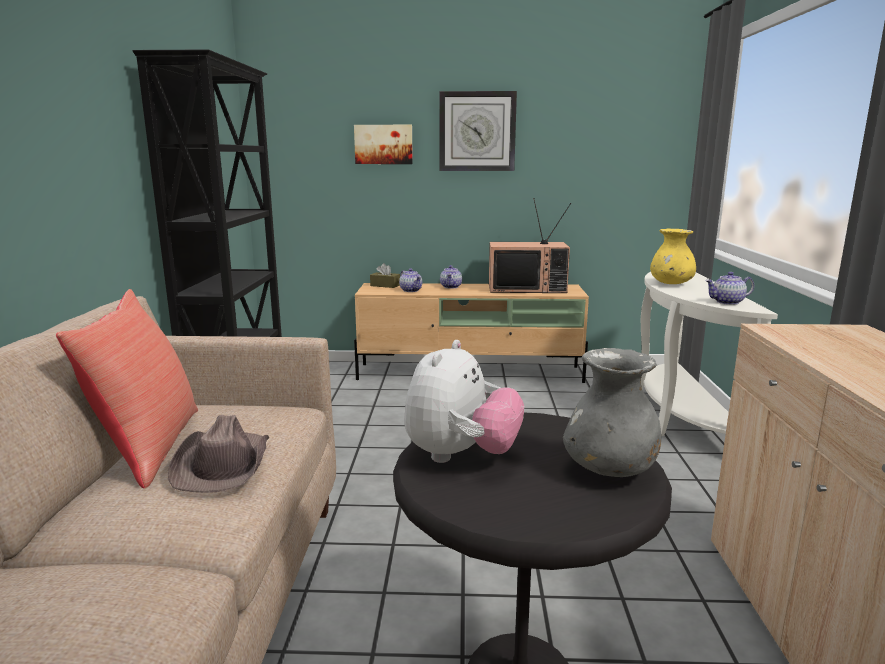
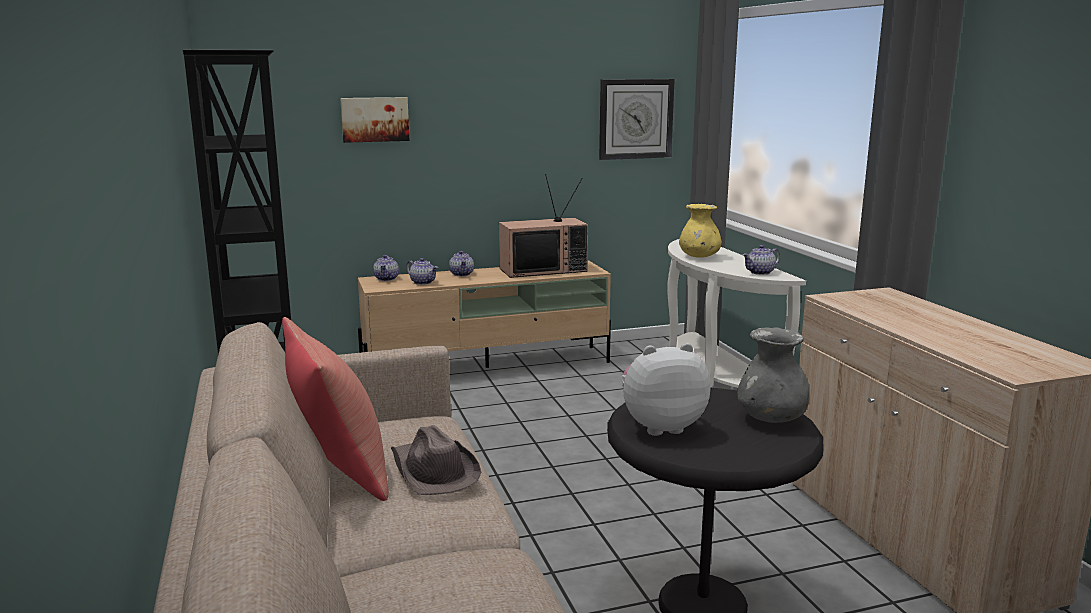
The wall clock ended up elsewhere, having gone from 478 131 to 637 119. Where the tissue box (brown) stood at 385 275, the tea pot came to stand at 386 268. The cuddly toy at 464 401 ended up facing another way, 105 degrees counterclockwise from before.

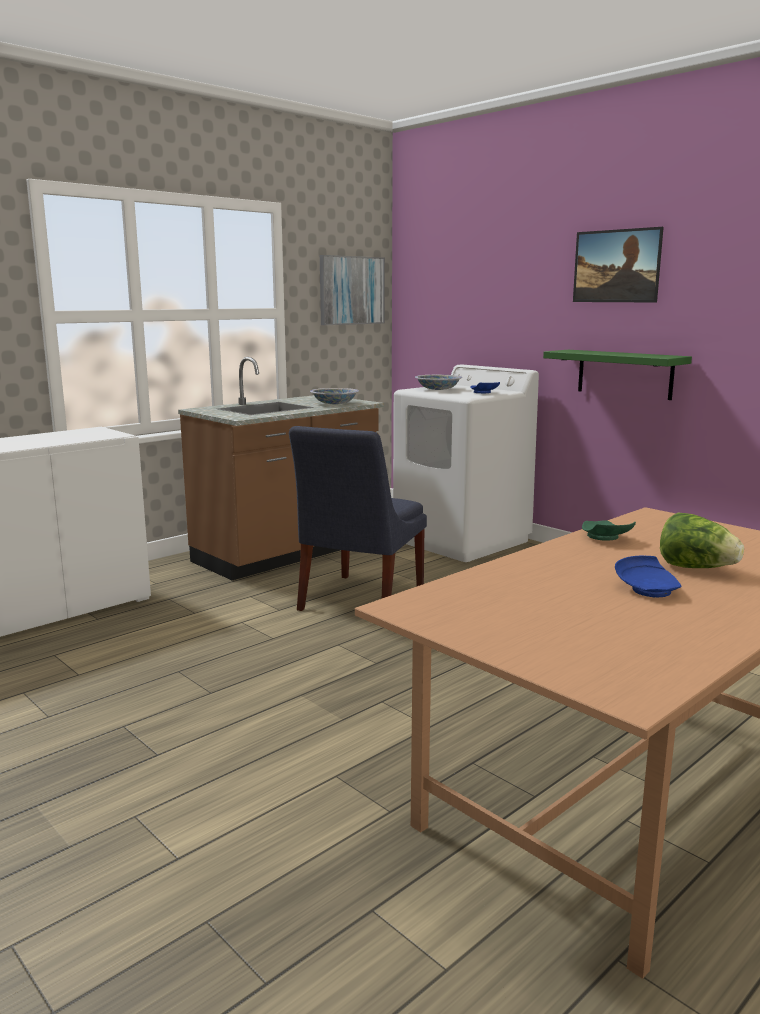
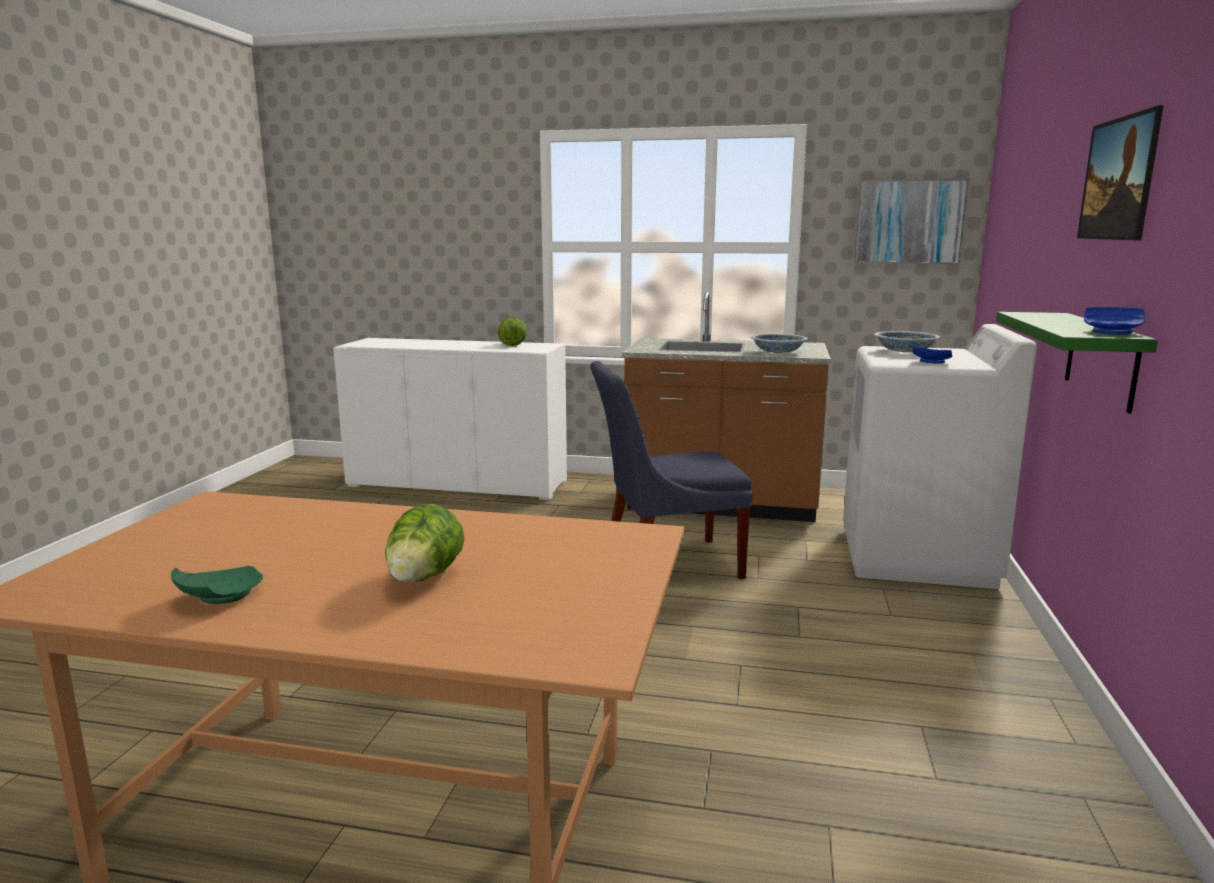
The dinner plate (green) ended up elsewhere, having gone from 609 530 to 217 585. The dinner plate (blue-coloured) ended up elsewhere, having gone from 648 576 to 1114 321. The second view gained the lettuce at 512 332.

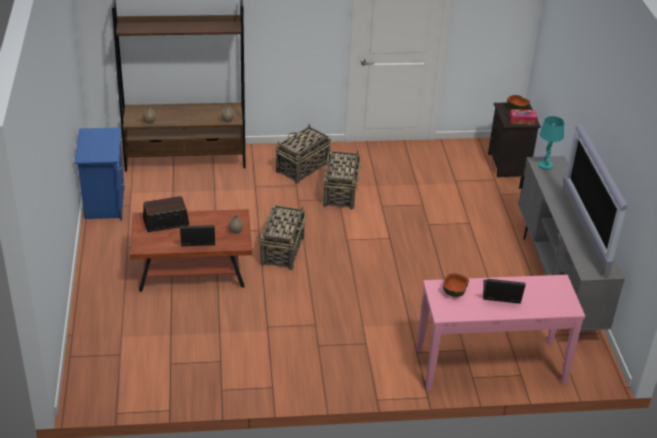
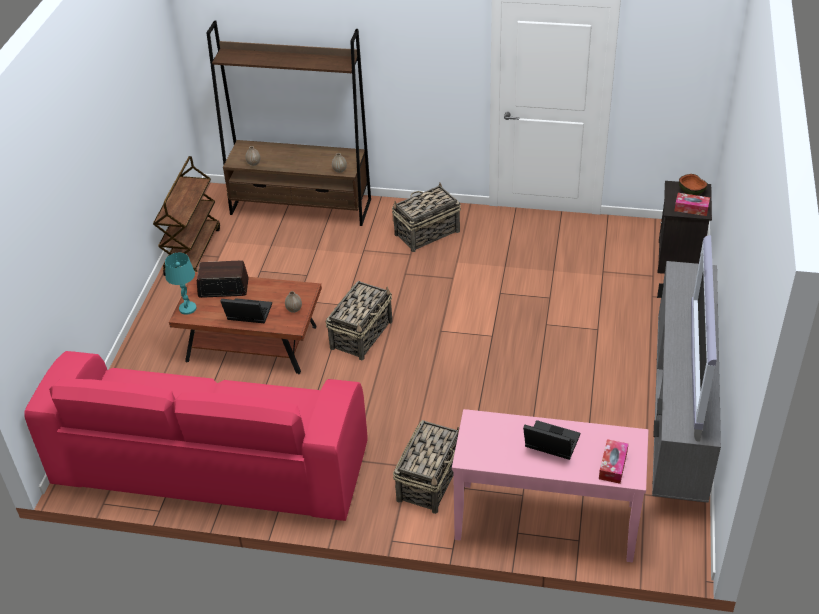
The lamp for a table (turquoise-coloured) ended up elsewhere, having gone from 551 143 to 181 284. Where the bedside table (blue-coloured) stood at 99 174, the cart (brown) came to stand at 186 216. The basket ended up elsewhere, having gone from 342 180 to 426 467. The second view lost the serving bowl at 456 285. The second view gained the settee (pink-coloured) at 196 436. The second view gained the tissue box at 613 461.

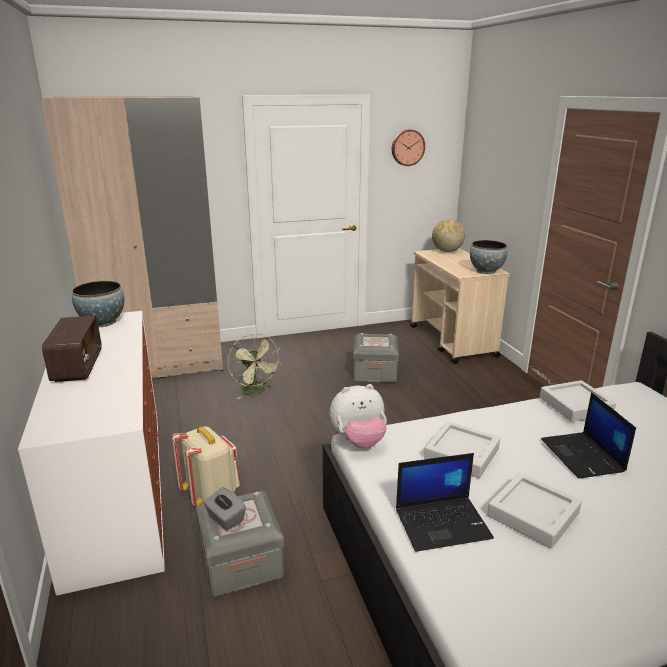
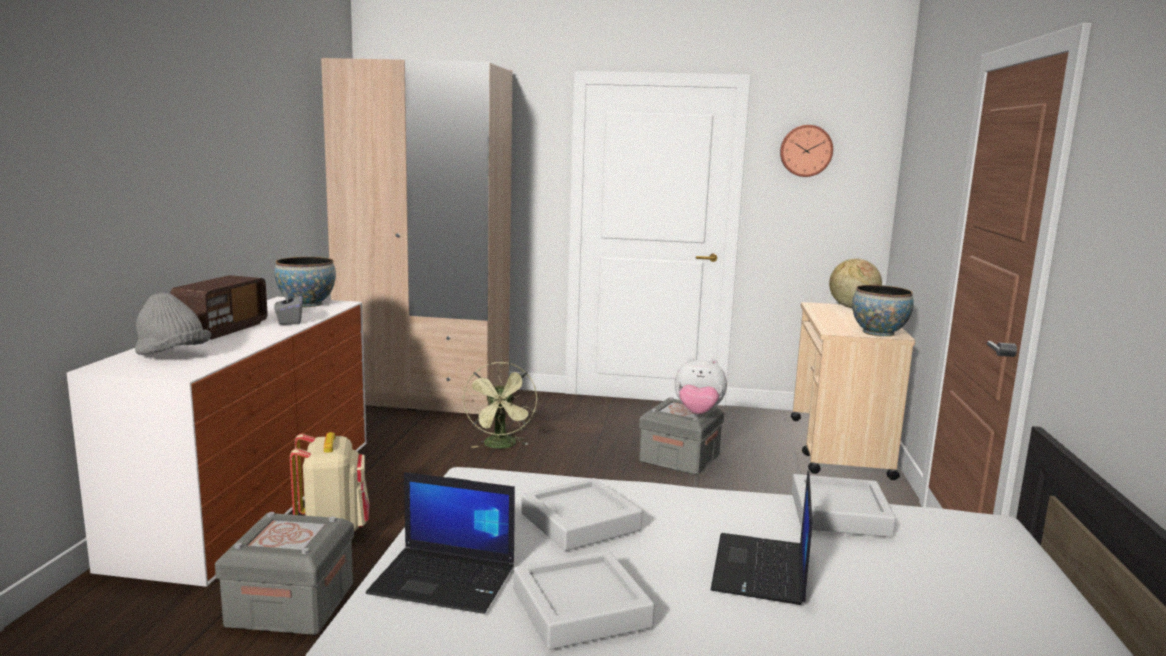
The cuddly toy ended up elsewhere, having gone from 358 416 to 701 385. The tissue box (gray) ended up elsewhere, having gone from 225 508 to 288 307. The second view gained the hat (gray) at 173 324.

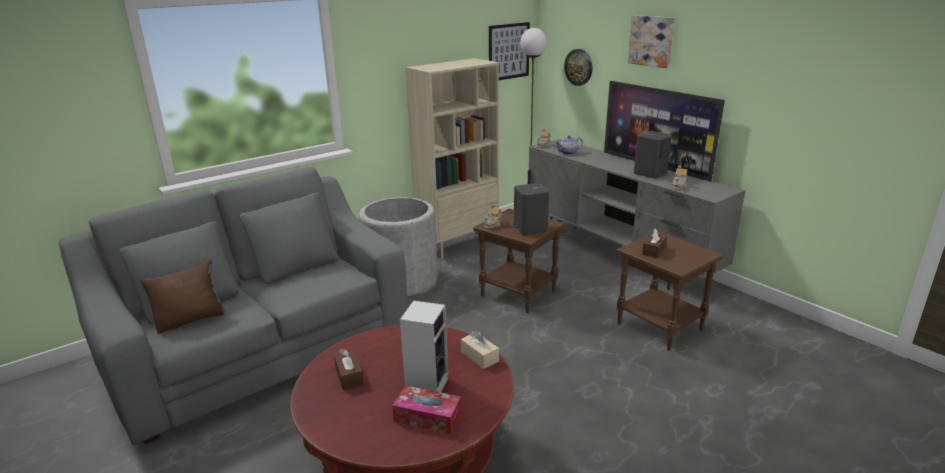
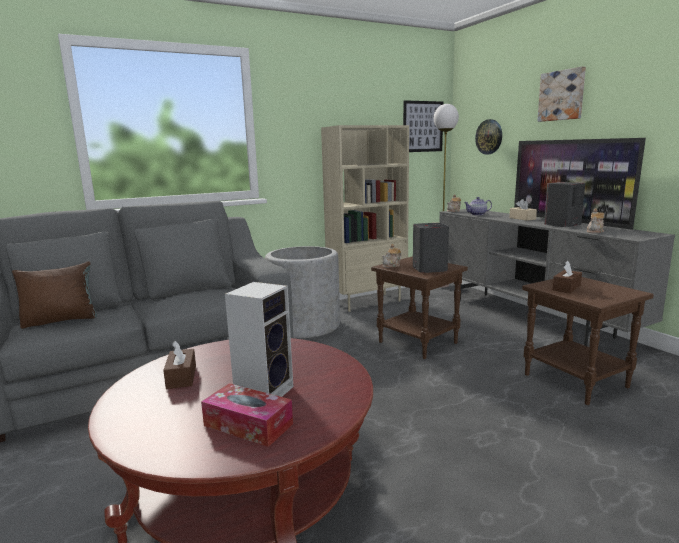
The tissue box (beige) ended up elsewhere, having gone from 480 349 to 523 210.

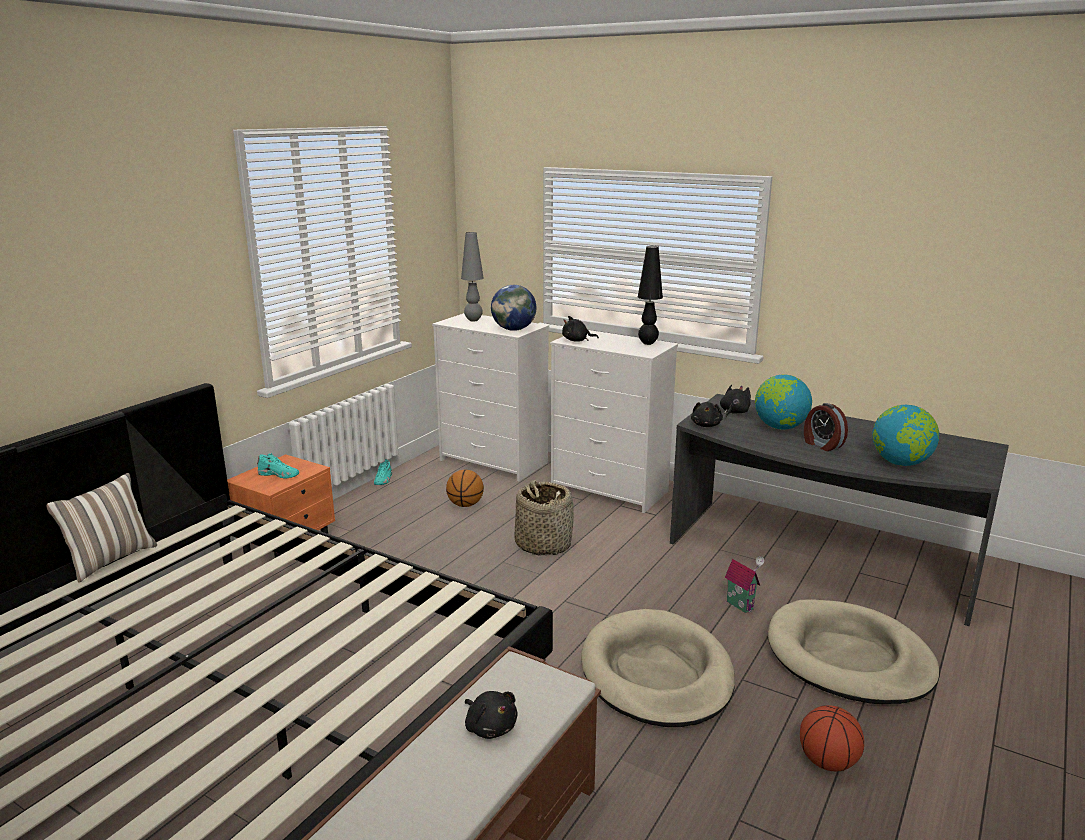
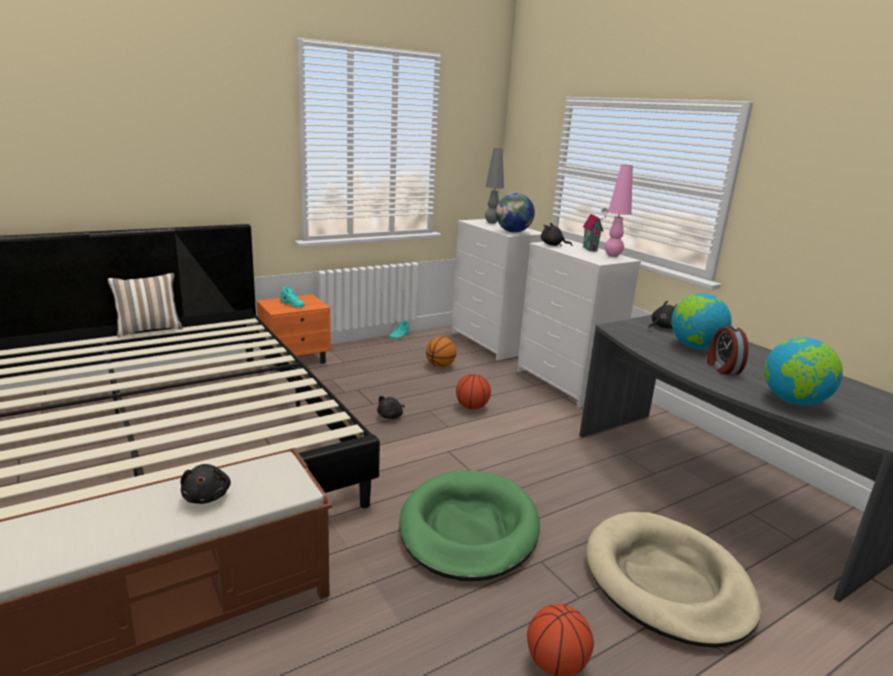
What was the lamp for a table (blackish) at 650 295 turned into the lamp for a table (pink-coloured) at 619 211. The cuddly toy (blackish) ended up elsewhere, having gone from 707 414 to 391 407. Where the basket stood at 544 518, the basketball ball came to stand at 473 391. The miniature house ended up elsewhere, having gone from 744 584 to 595 230. What was the dog cushion (beige) at 658 668 turned into the dog cushion (green) at 469 525.

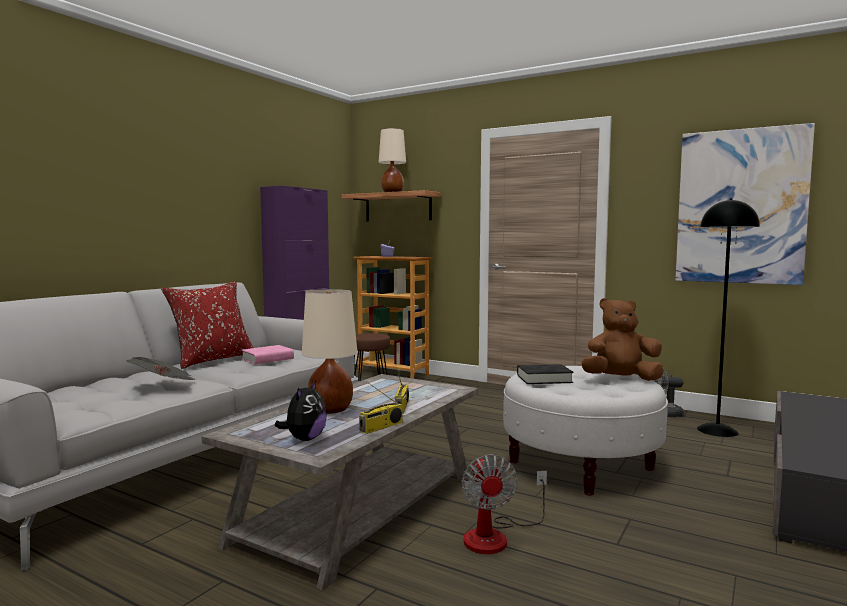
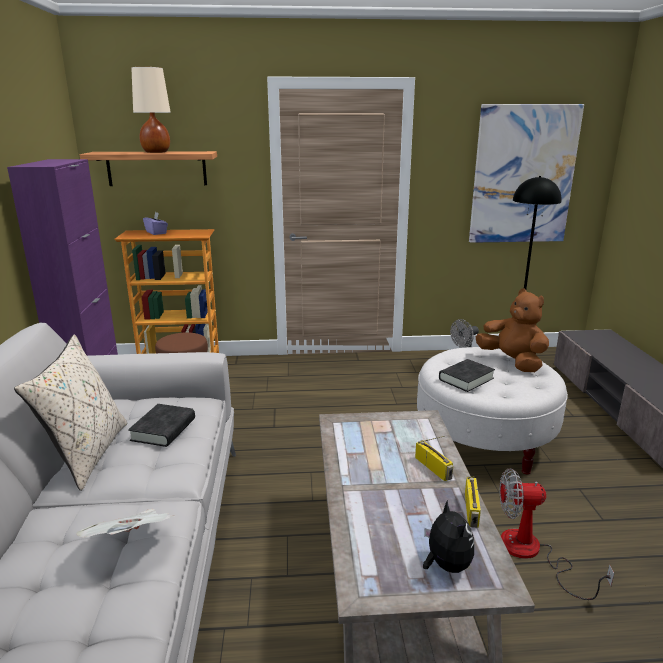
What was the throw pillow (reddish) at 207 325 turned into the throw pillow (beige) at 70 412. The second view lost the lamp for a table (beige) at 329 351. The cuddly toy (brown) at 622 339 ended up facing another way, 90 degrees clockwise from before. What was the volume (pink-coloured) at 267 354 turned into the volume (blackish) at 161 425. The fan at 504 504 ended up facing another way, 135 degrees clockwise from before.

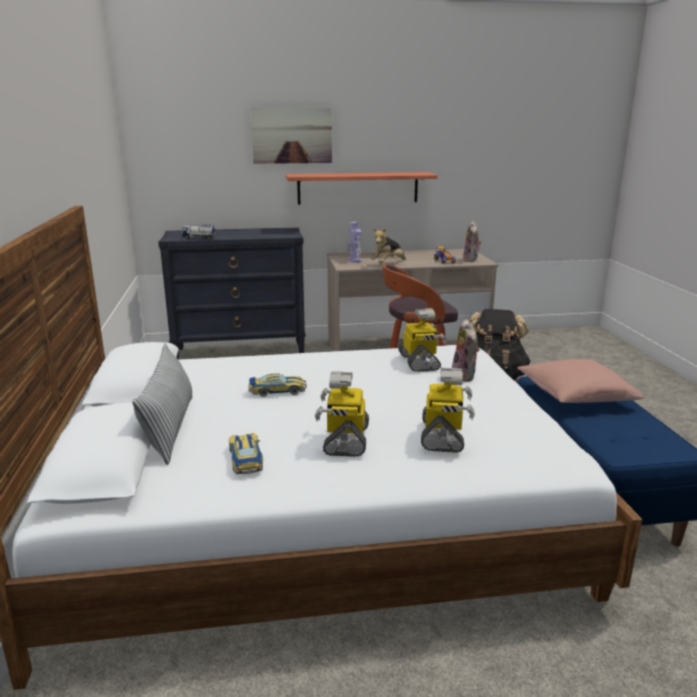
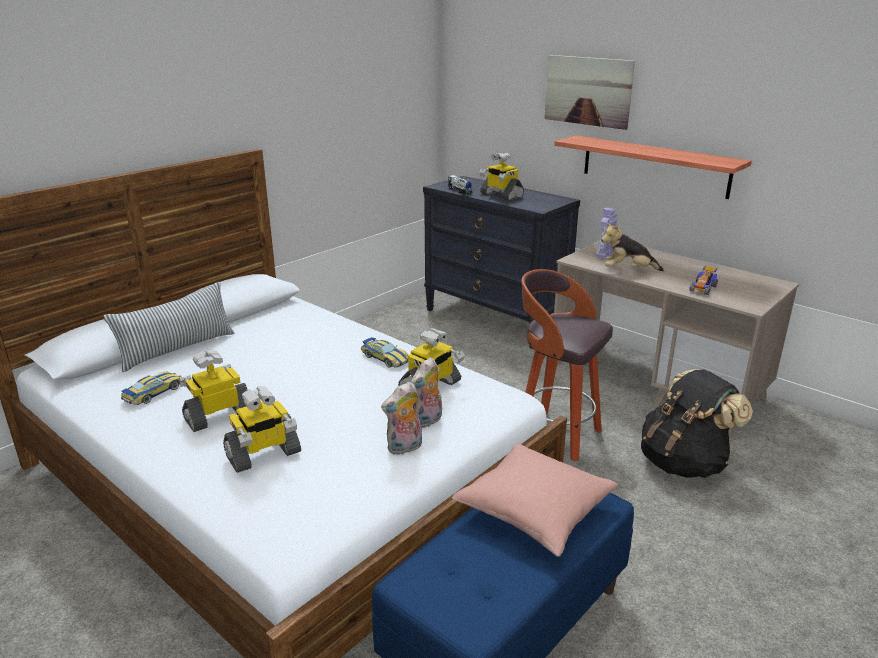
The cuddly toy ended up elsewhere, having gone from 472 241 to 401 418. The miniature car ended up elsewhere, having gone from 278 385 to 384 352. The second view gained the robot figure at 501 176.

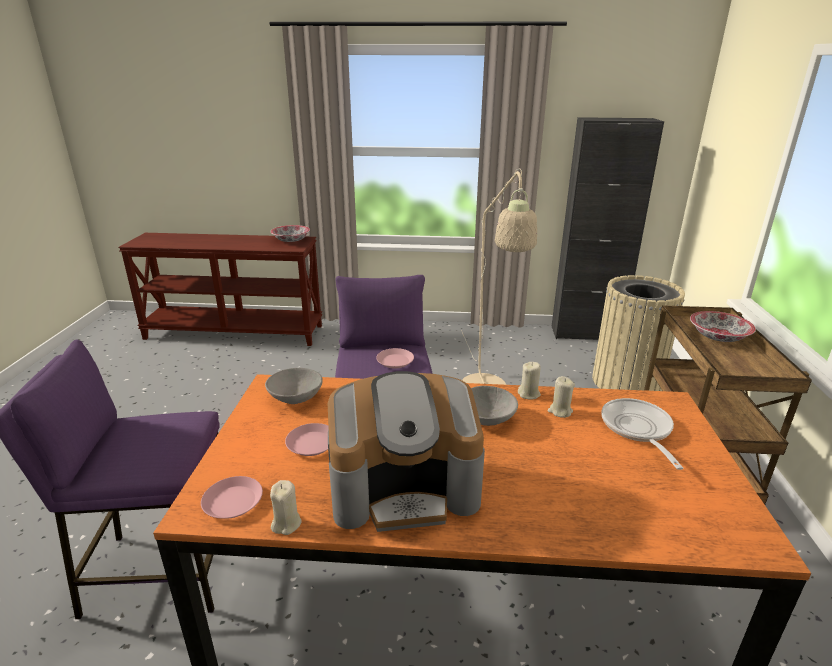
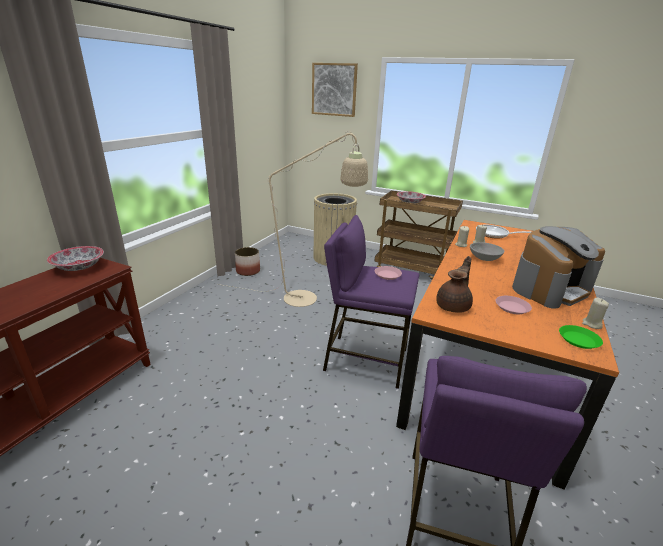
The second view lost the cupboard (blackish) at 608 228. Where the serving bowl (gray) stood at 294 386, the tea pot (brown) came to stand at 454 284. The coffee maker at 406 451 ended up facing another way, 45 degrees clockwise from before. What was the dinner plate (pink-coloured) at 232 497 turned into the dinner plate (green) at 581 337. The second view gained the wall art at 335 90. The second view gained the flower pot at 247 261.

